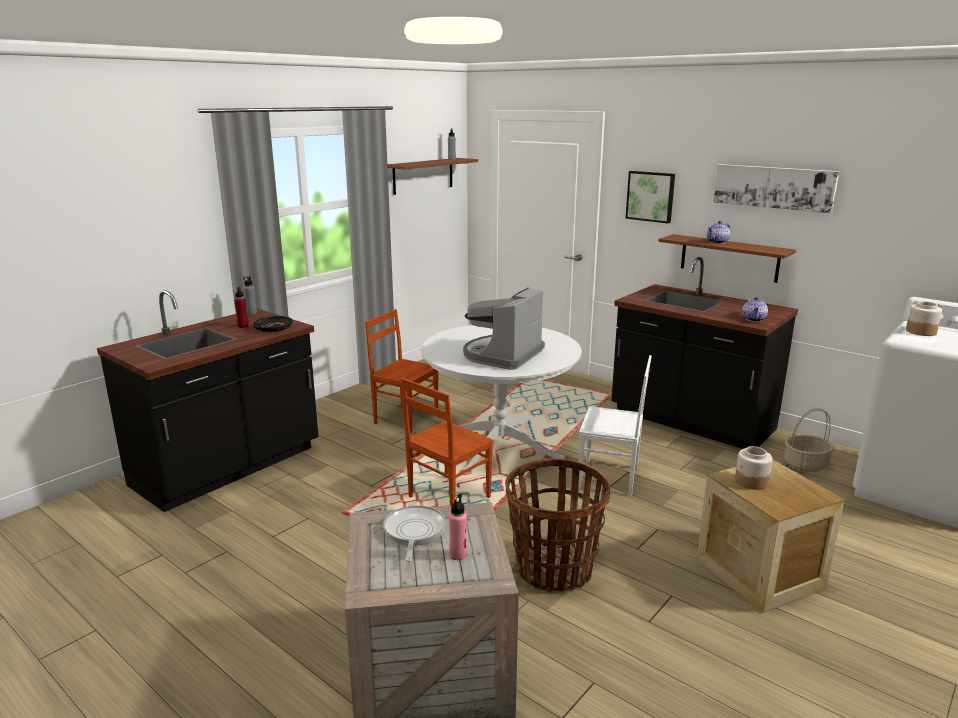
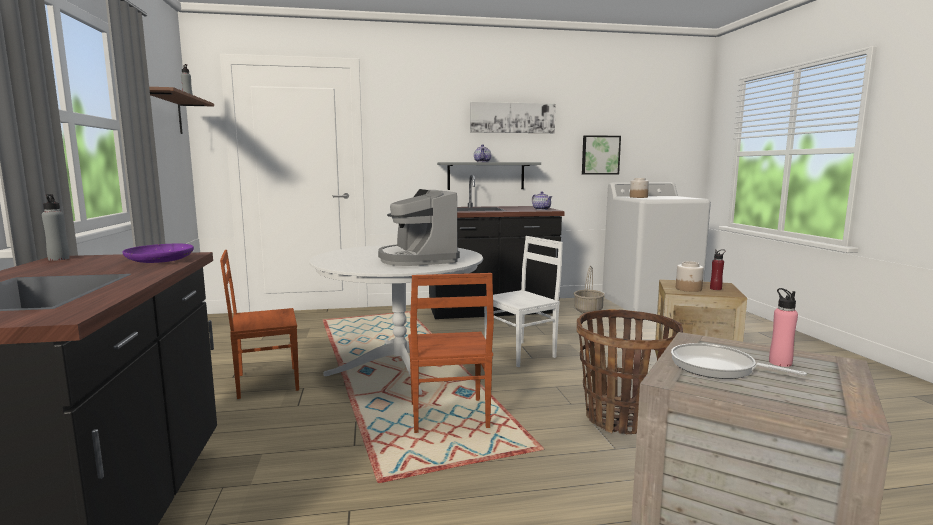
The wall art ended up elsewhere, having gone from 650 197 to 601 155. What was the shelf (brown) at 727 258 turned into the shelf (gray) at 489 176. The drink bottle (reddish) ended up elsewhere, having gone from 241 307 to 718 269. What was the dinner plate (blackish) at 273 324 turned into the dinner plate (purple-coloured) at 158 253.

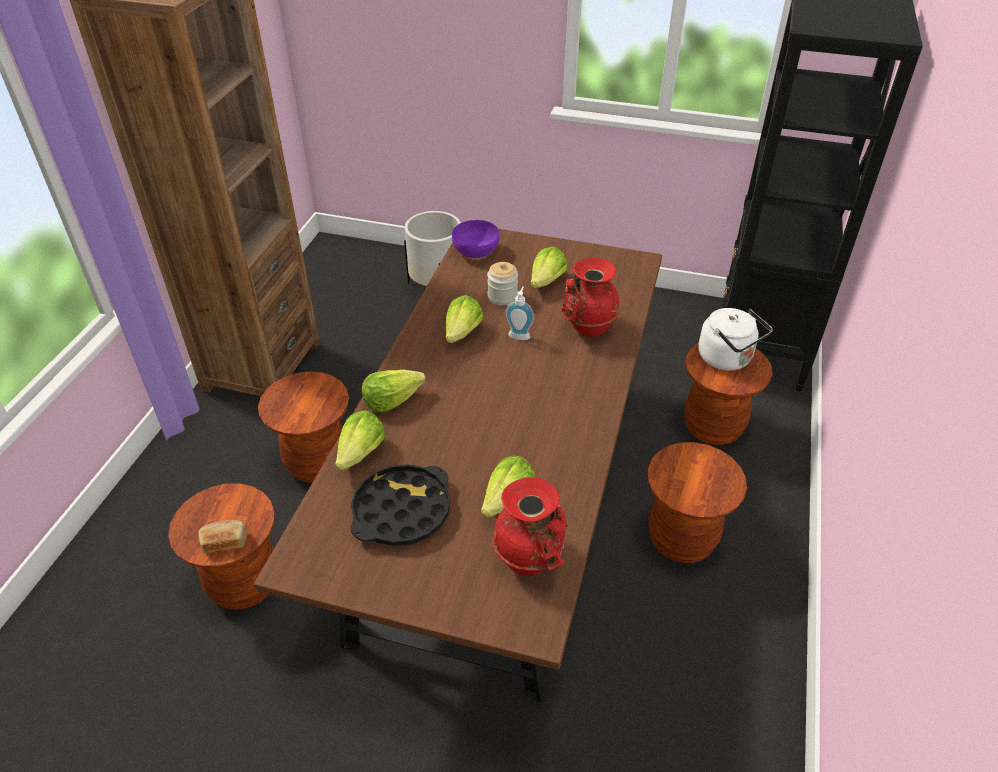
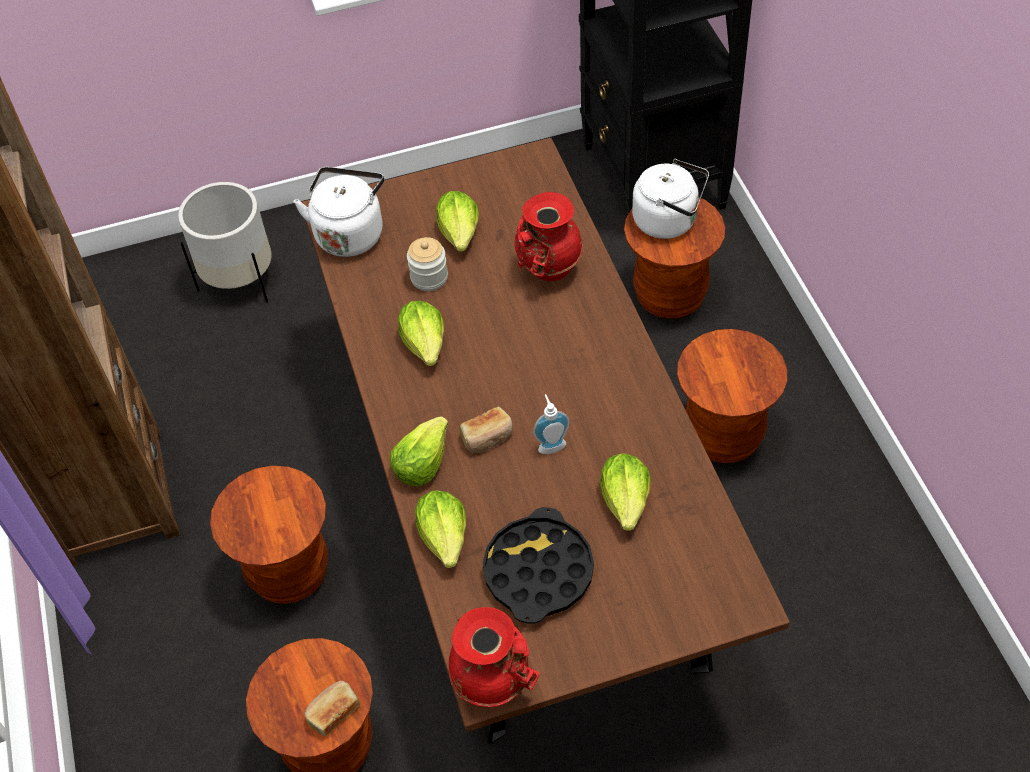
Where the serving bowl (purple-coloured) stood at 476 239, the tea kettle (white-coloured) came to stand at 339 212. The liquid soap bottle ended up elsewhere, having gone from 520 313 to 551 424. The vase (reddish) ended up elsewhere, having gone from 530 526 to 494 657. The second view gained the baked bread at 486 430.

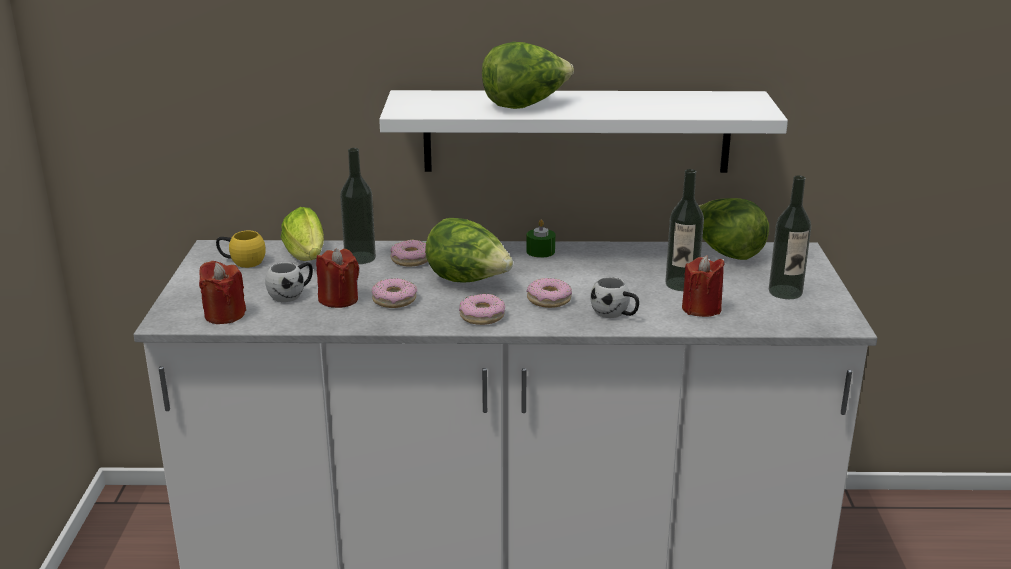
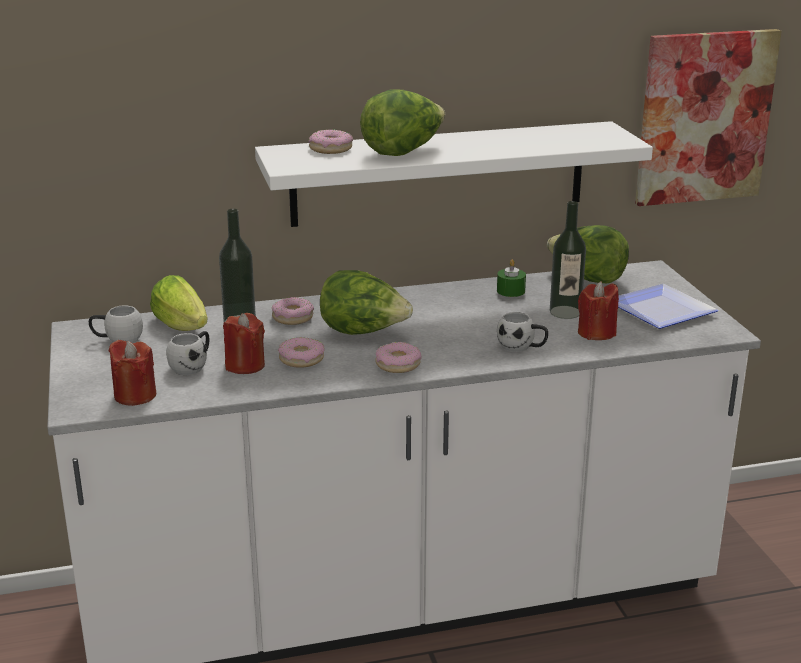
Where the drink bottle stood at 790 237, the dinner plate came to stand at 668 306. The wax light (green) ended up elsewhere, having gone from 540 239 to 511 278. What was the coffee mug (yellow) at 241 249 turned into the coffee mug (white-coloured) at 116 324. The donut ended up elsewhere, having gone from 549 293 to 331 142. The second view gained the wall art at 708 117.

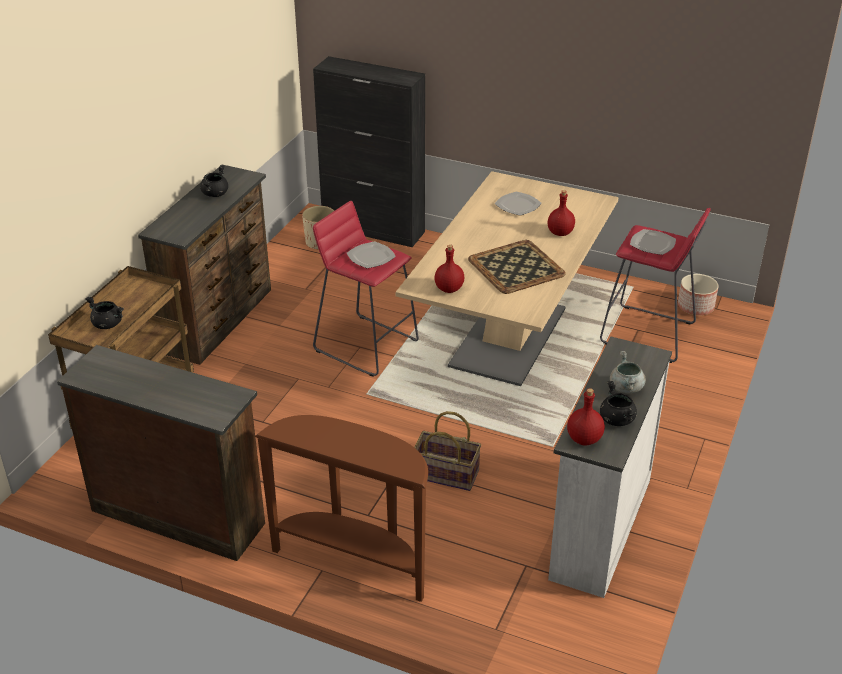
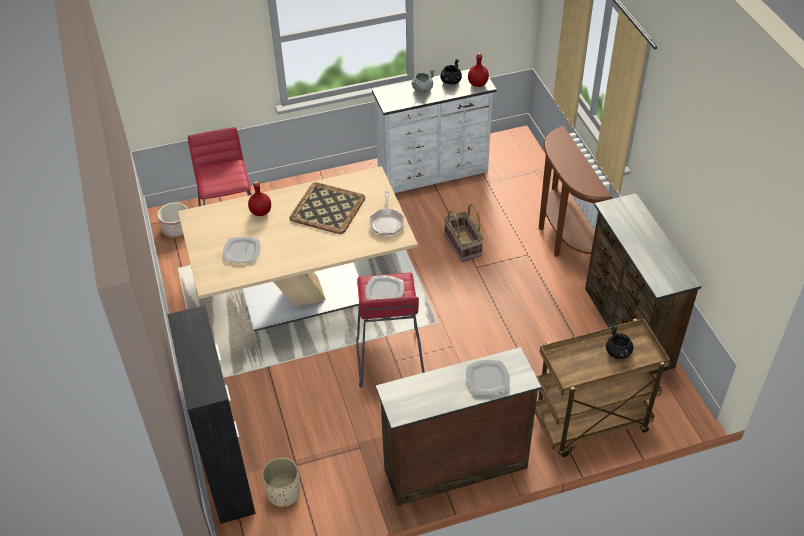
The second view lost the cooking pot (blackish) at 214 181. The dinner plate ended up elsewhere, having gone from 653 242 to 488 377. Where the drink bottle (reddish) stood at 449 269, the frying pan came to stand at 387 212.

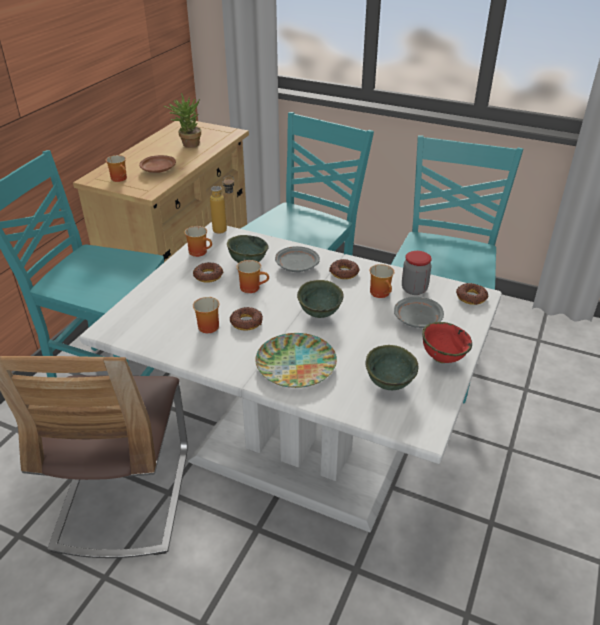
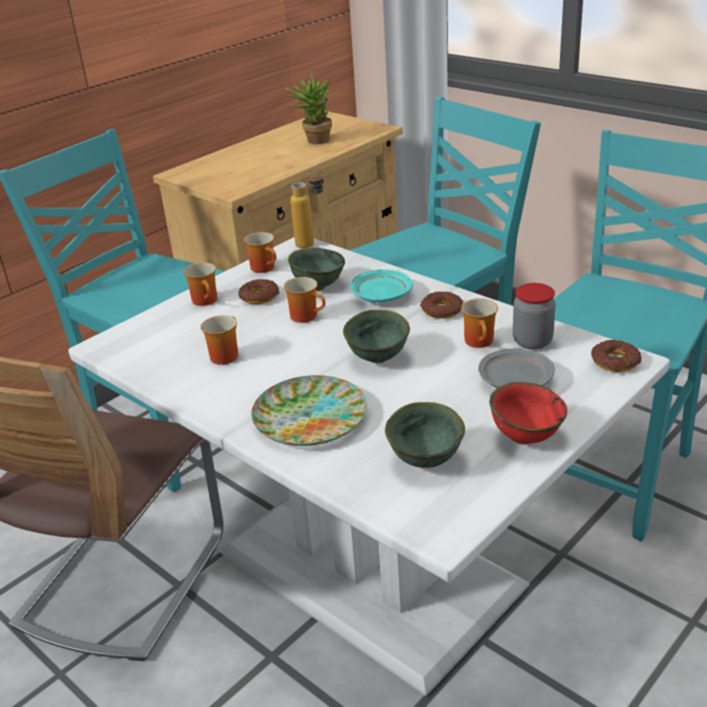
The coffee mug ended up elsewhere, having gone from 116 168 to 200 284. The second view lost the dinner plate (brown) at 157 164. What was the dinner plate (gray) at 297 259 turned into the dinner plate (turquoise-coloured) at 381 286. The second view lost the donut at 246 319.

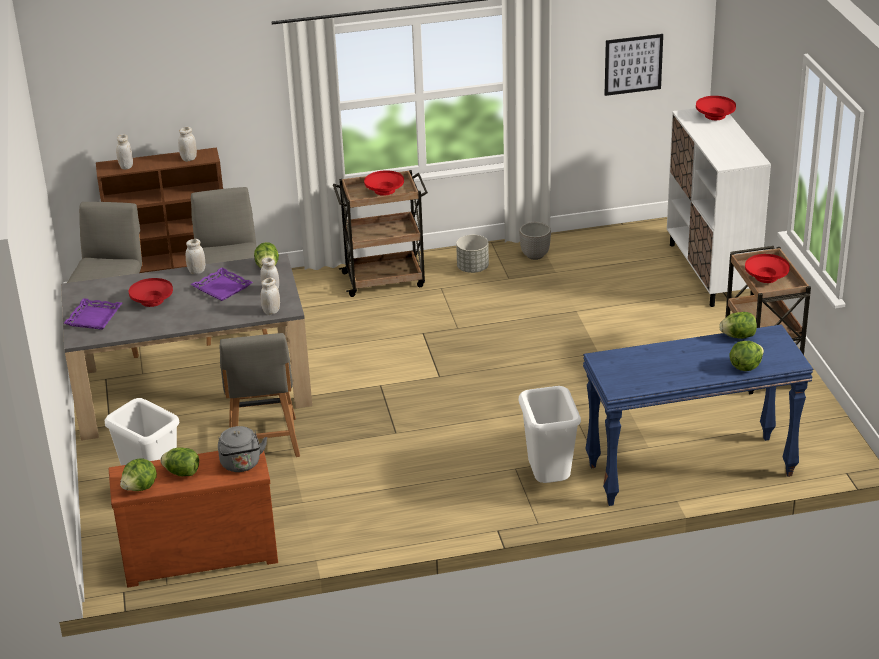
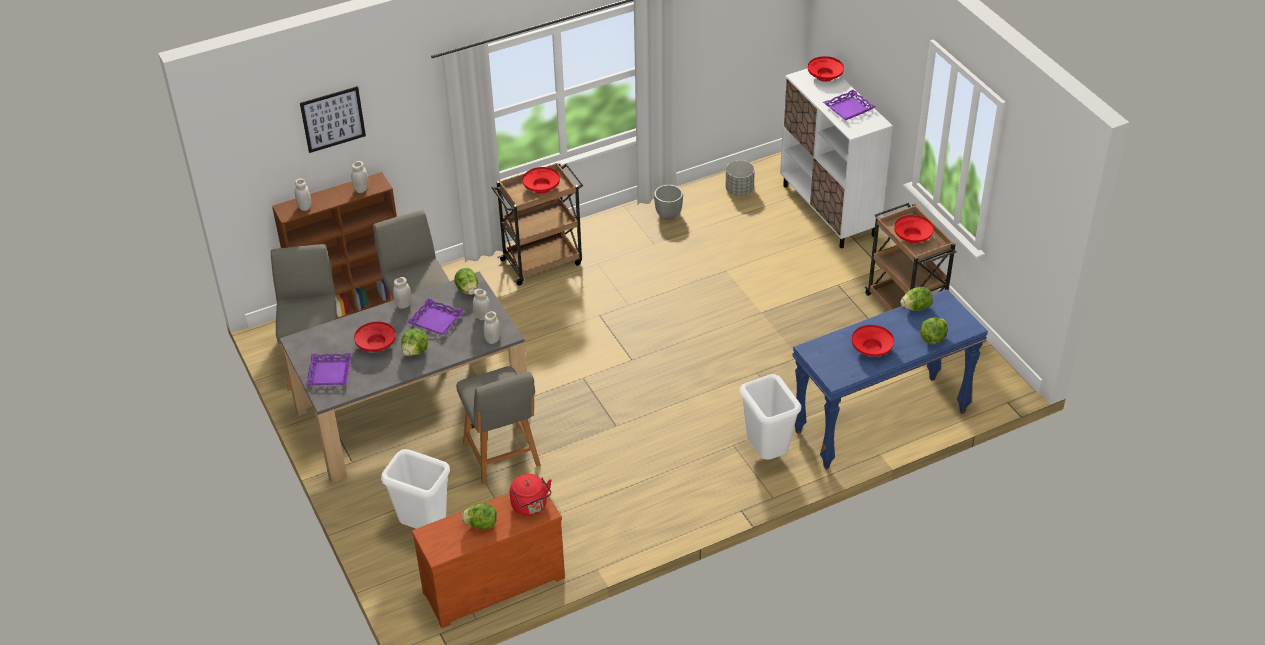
The wall art ended up elsewhere, having gone from 634 65 to 333 119. The flower pot (gray) ended up elsewhere, having gone from 472 254 to 740 178. What was the tea kettle (gray) at 242 449 turned into the tea kettle (reddish) at 531 495. The lettuce ended up elsewhere, having gone from 138 475 to 414 342. The second view gained the serving tray (purple-coloured) at 849 105. The second view gained the serving bowl (reddish) at 873 340.

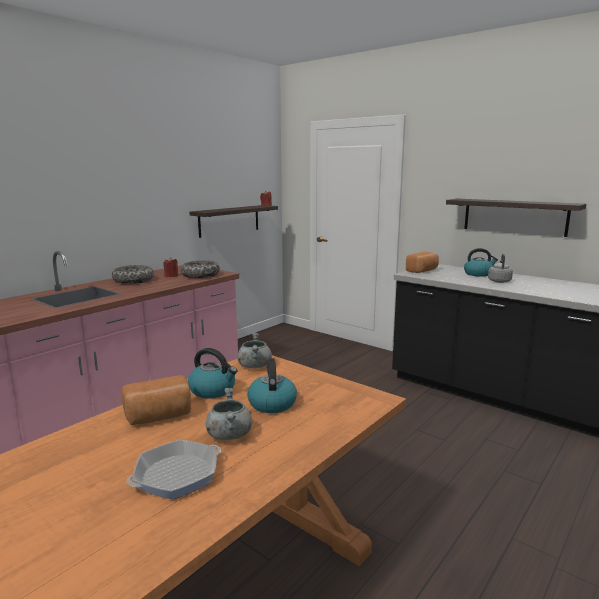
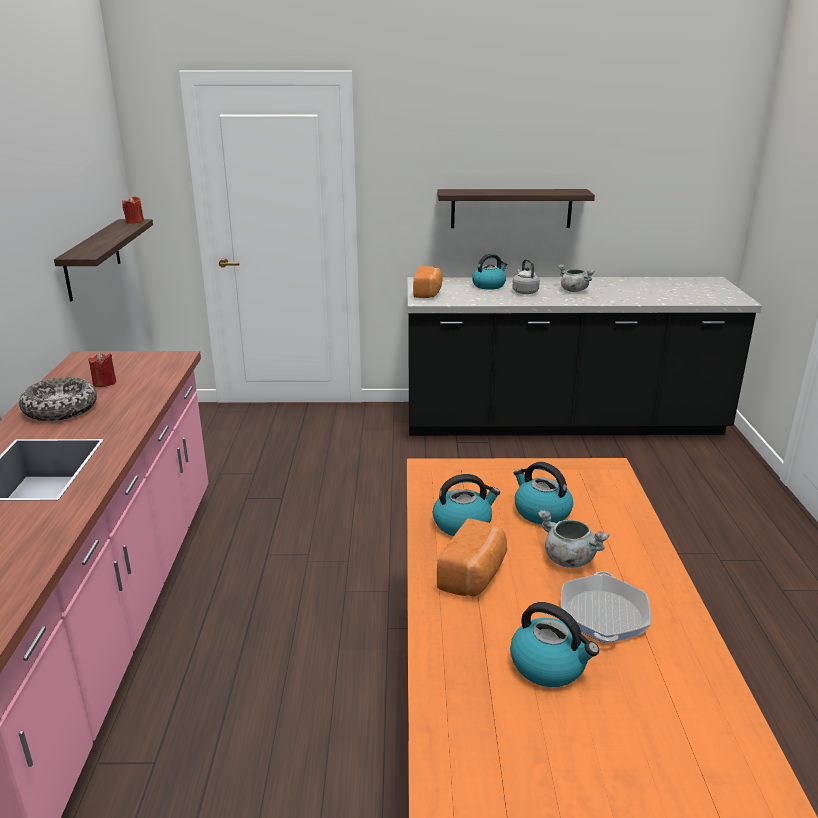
The second view lost the serving bowl at 200 269. The cooking pot (gray) ended up elsewhere, having gone from 254 350 to 576 278. The second view gained the tea kettle at 554 644.

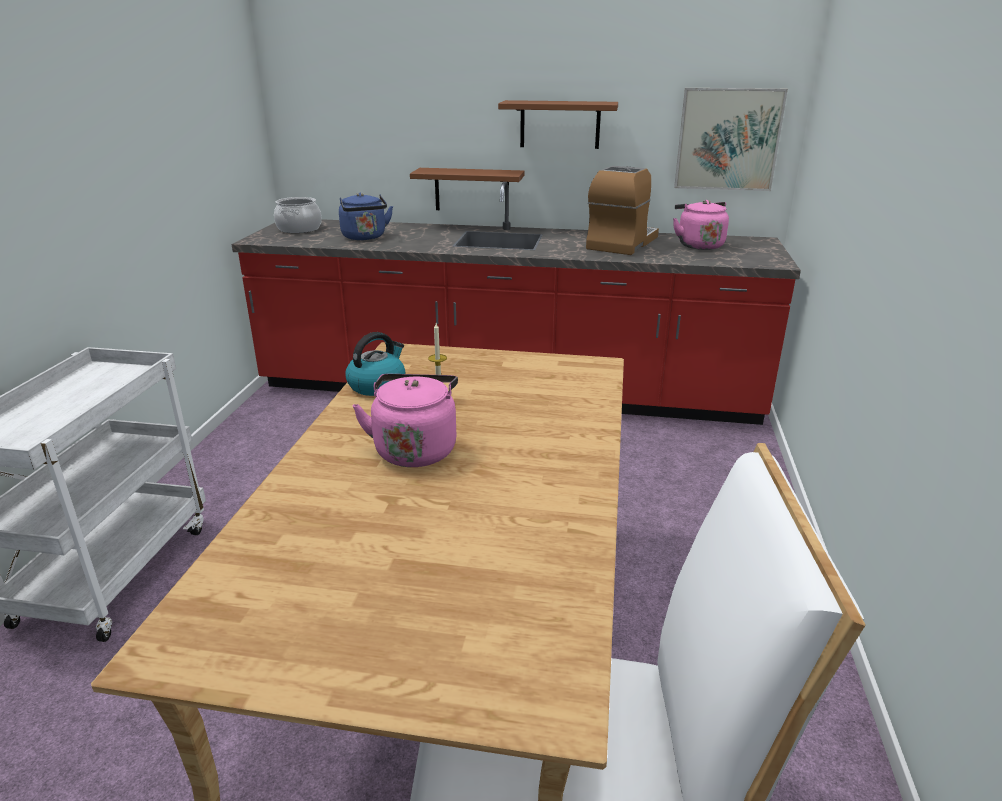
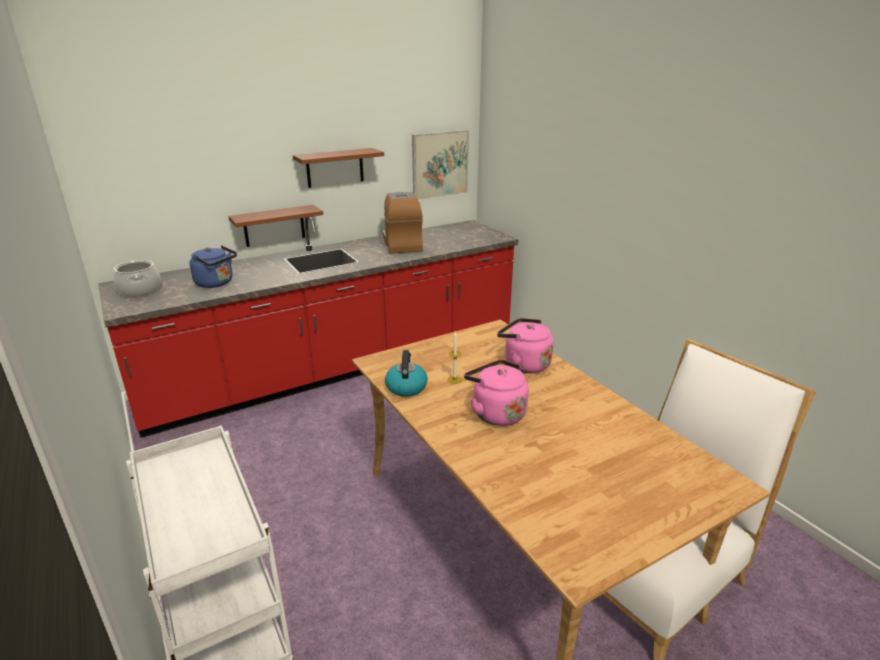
The tea kettle (pink-coloured) ended up elsewhere, having gone from 701 225 to 525 345.

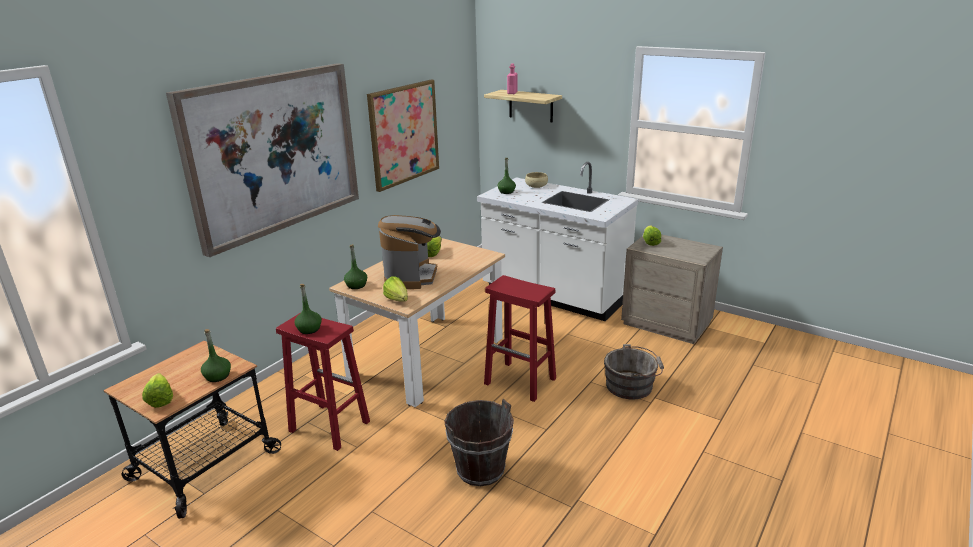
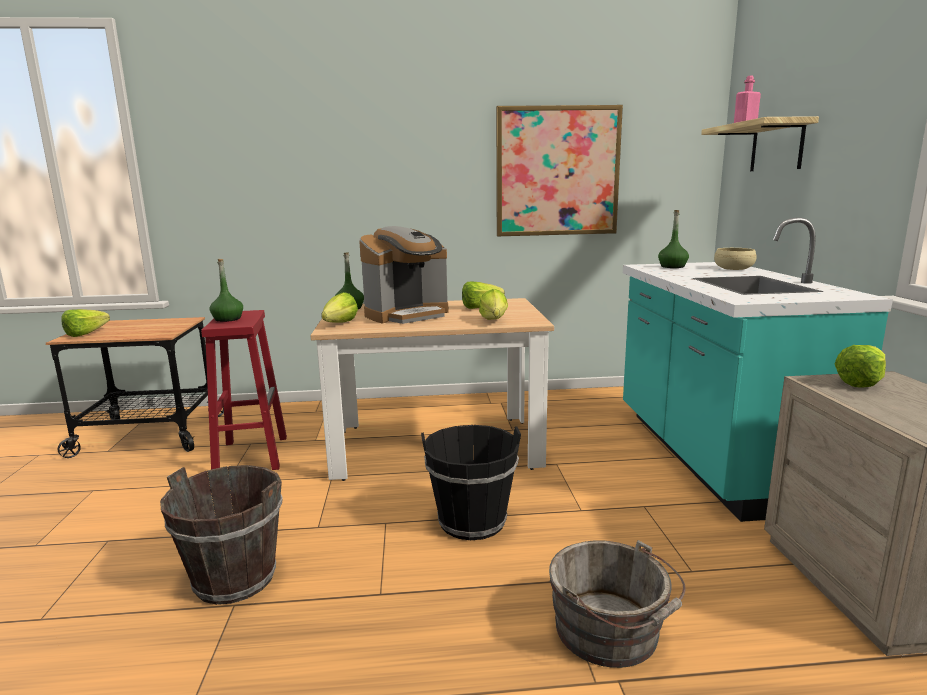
The second view lost the wall art at 262 160. What was the counter (white-coloured) at 557 241 turned into the counter (turquoise-coloured) at 758 369. Where the sitting stool (reddish) stood at 520 338, the pail (blackish) came to stand at 471 482. The second view lost the drink bottle (green) at 216 355. The second view gained the lettuce at 493 304.

